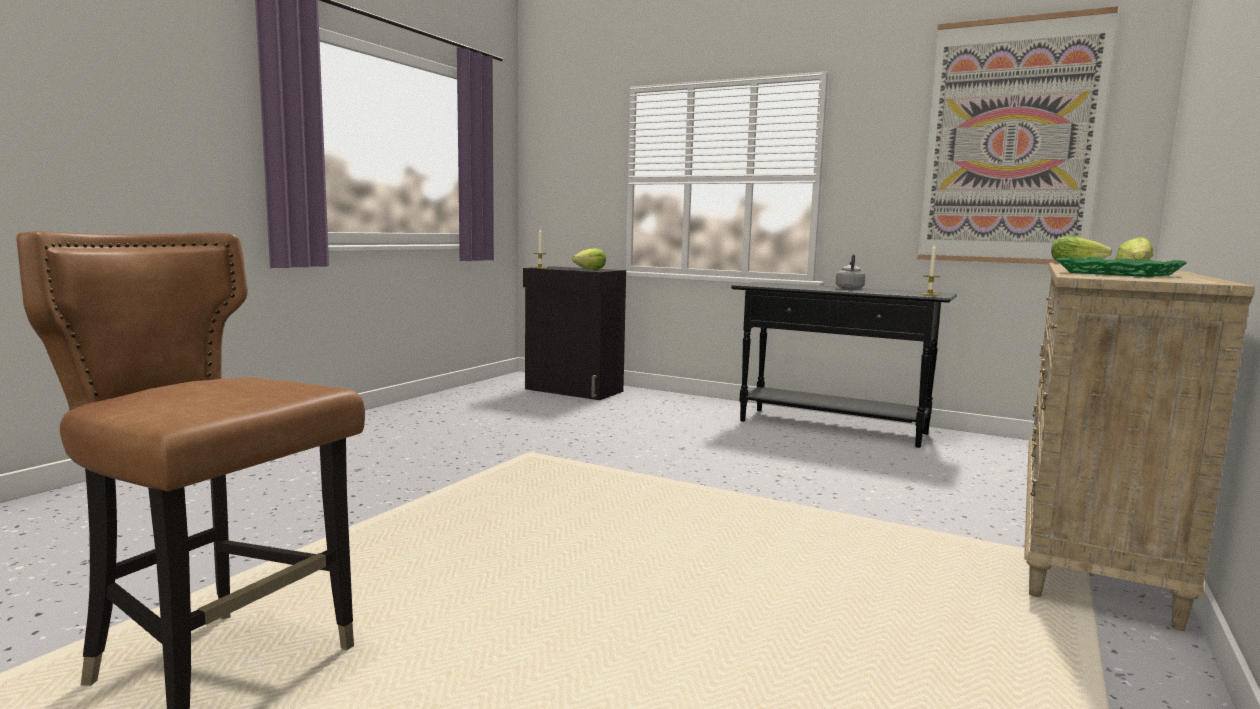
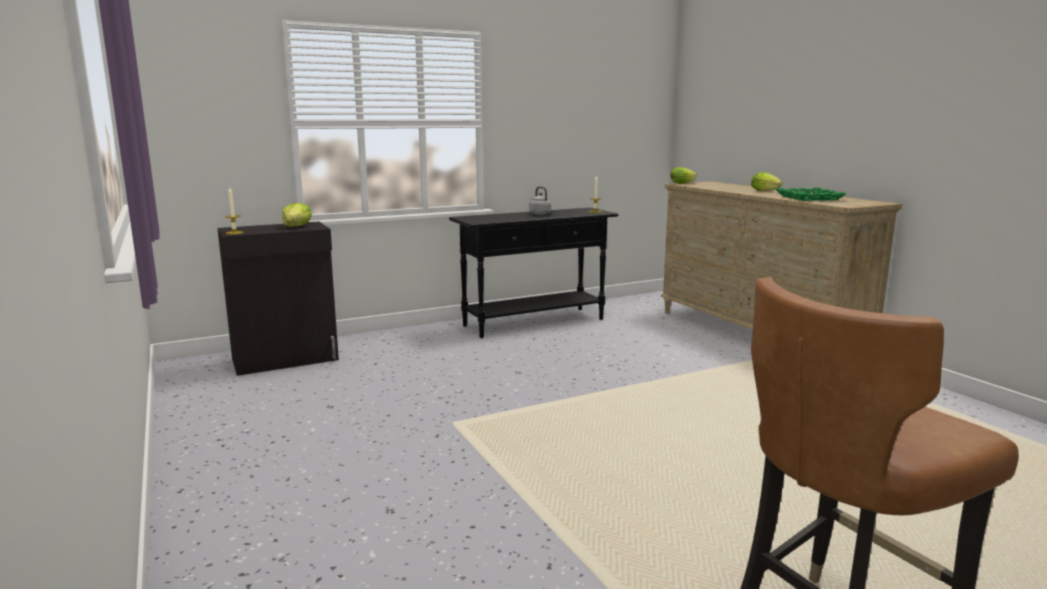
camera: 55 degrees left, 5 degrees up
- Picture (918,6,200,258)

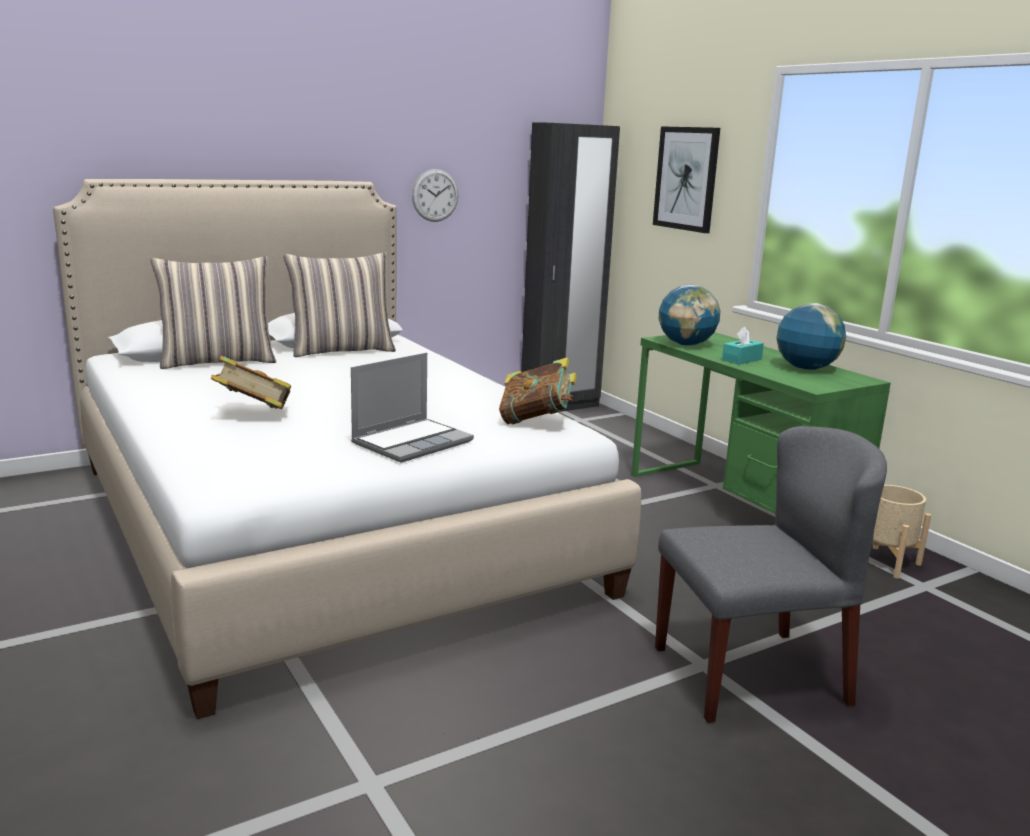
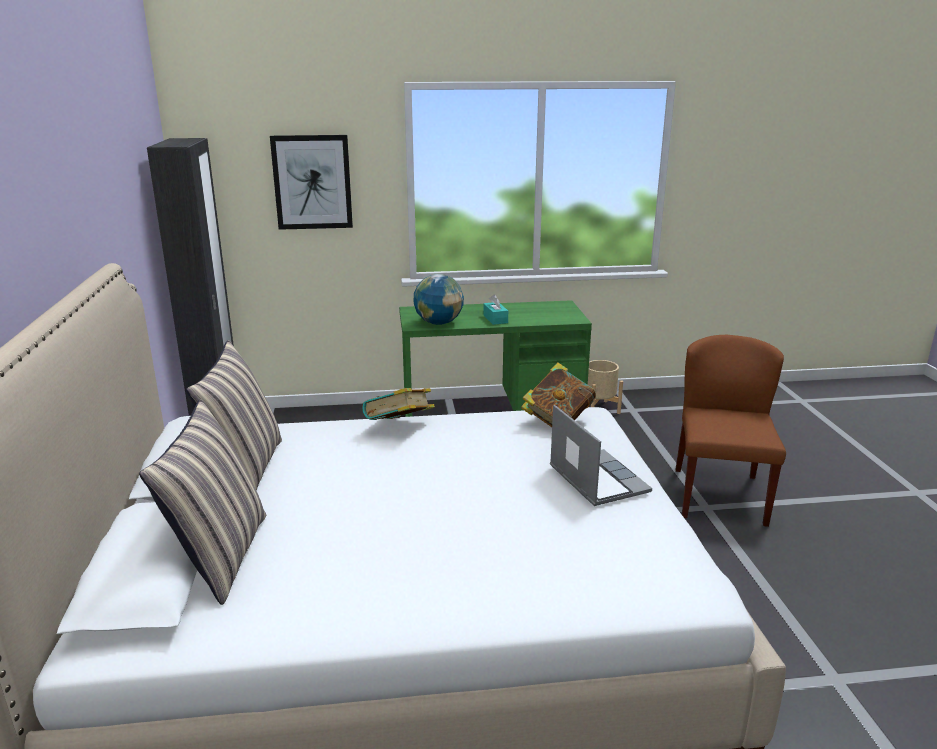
camera: 65 degrees left, 5 degrees up
- ClockOnTheWall (412,169,46,53)
- WorldGlobe (776,303,70,67)
~ Volume (211,355,80,55) to (362,388,73,32)
~ GreyishChair (655,426,232,297) to BrownishChair (675,335,111,192)

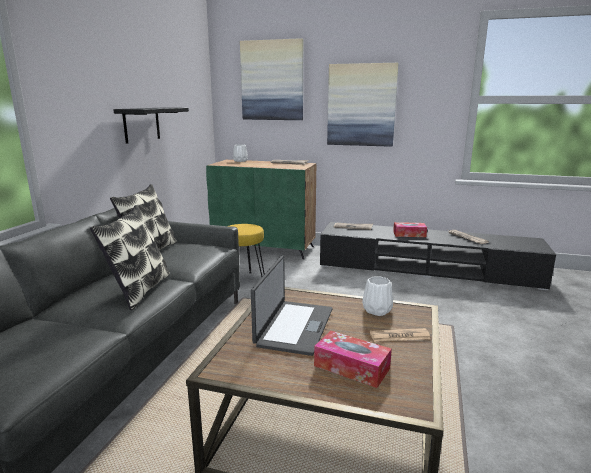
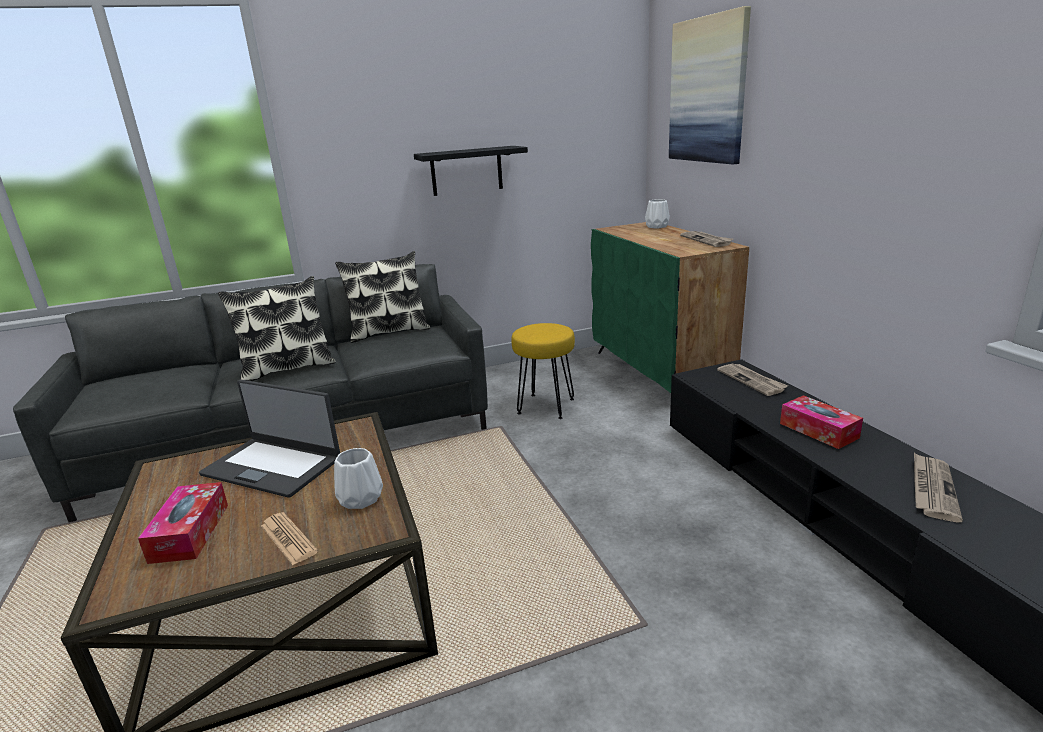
camera: 55 degrees right, 5 degrees up
- Picture (327,63,72,84)
~ Laptop (251,255,82,101) = (199,380,141,118) 45 degrees clockwise

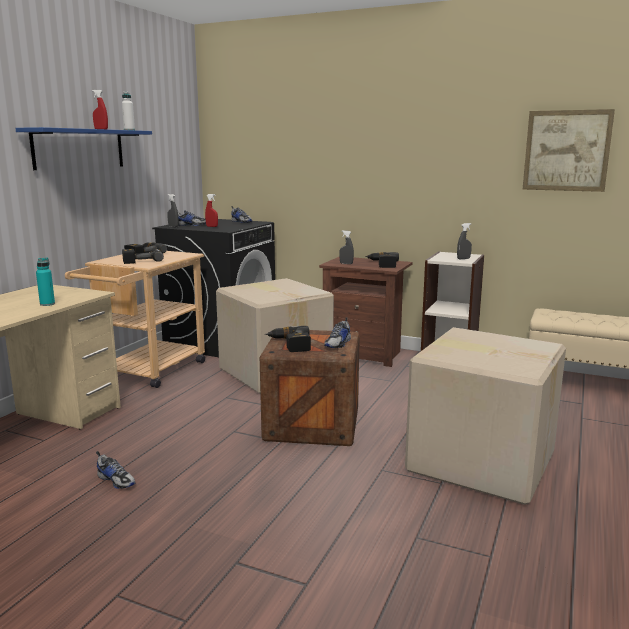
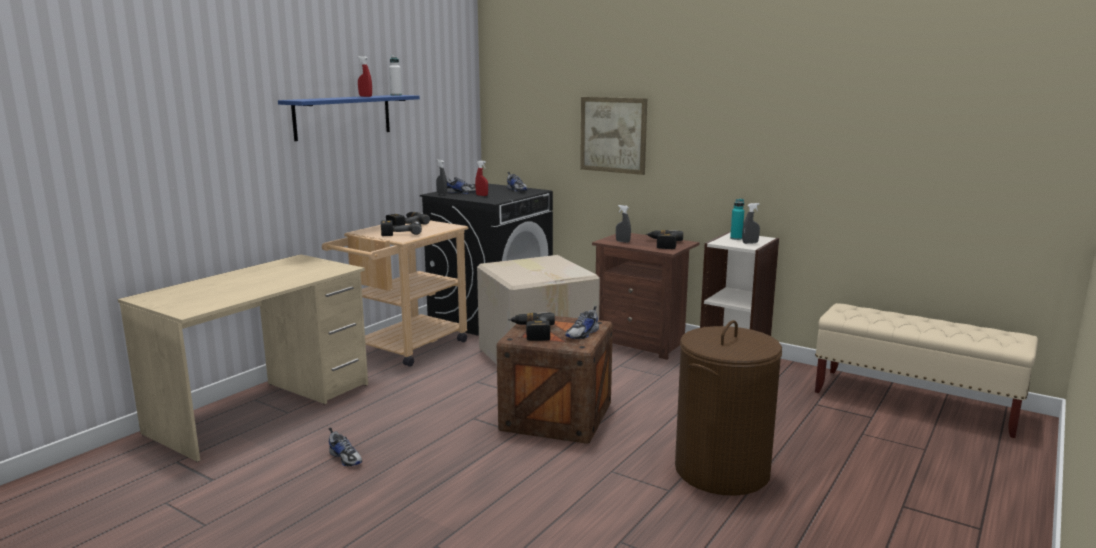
camera: 10 degrees right, 0 degrees up
~ Picture (523,109,92,83) to (580,97,67,78)
~ BlueGreenDrinkBottle (36,258,19,48) to (730,199,14,41)
~ Carton (405,327,161,178) to BrownishHamper (675,320,107,176)

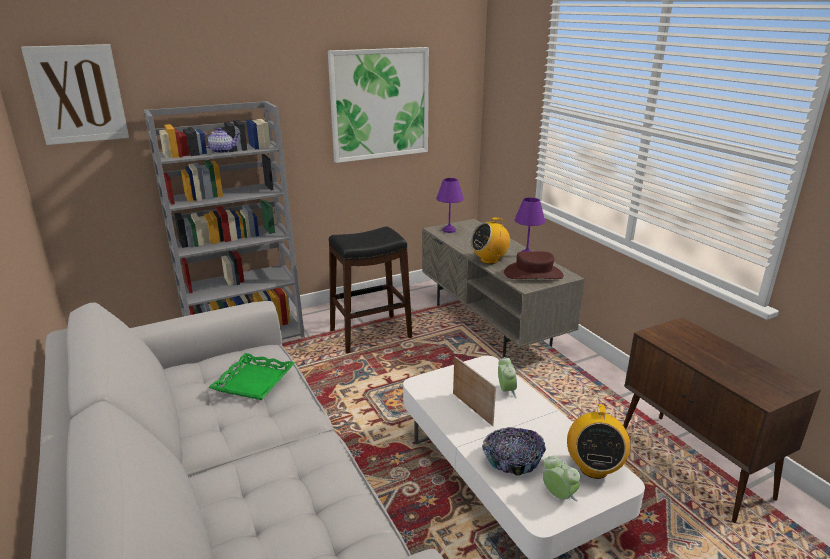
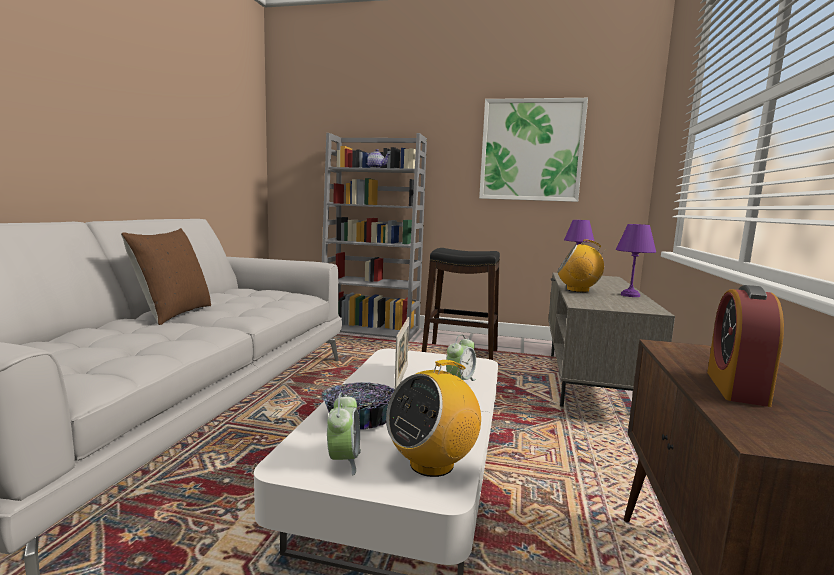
camera: 40 degrees right, 15 degrees down
- Picture (21,44,108,101)
- BrownishWearableHat (504,251,60,28)
- GreenishServingTray (208,353,88,47)
+ BrownishCushion (121,228,90,97)
+ BedsideClock (707,285,77,122)

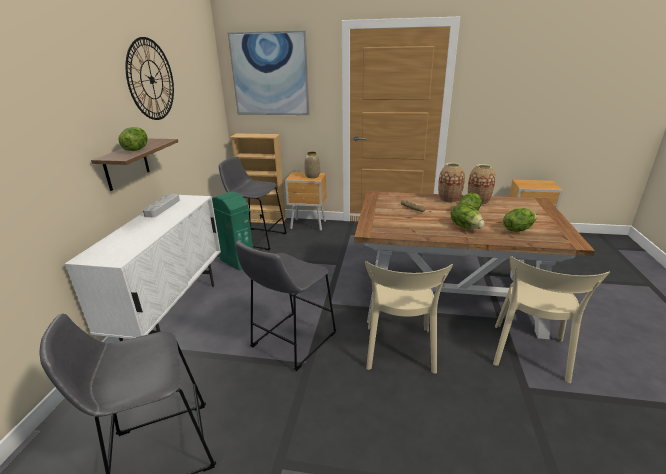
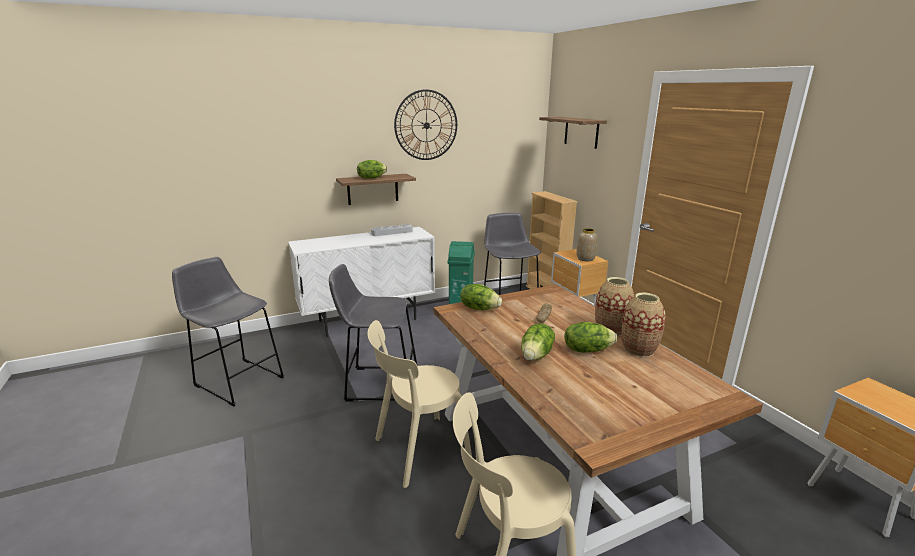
camera: 55 degrees right, 5 degrees down
~ Picture (228,31,81,84) to BracketShelf (539,117,68,32)
~ Lettuce (503,208,34,24) to (460,284,42,26)

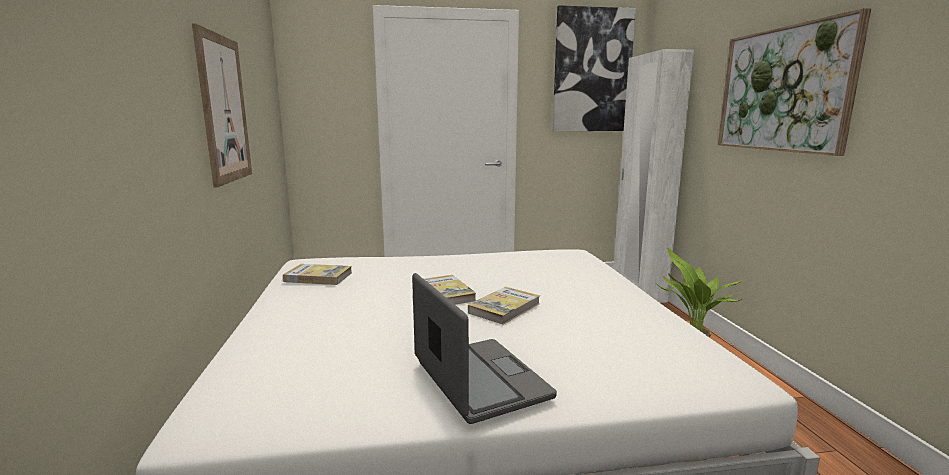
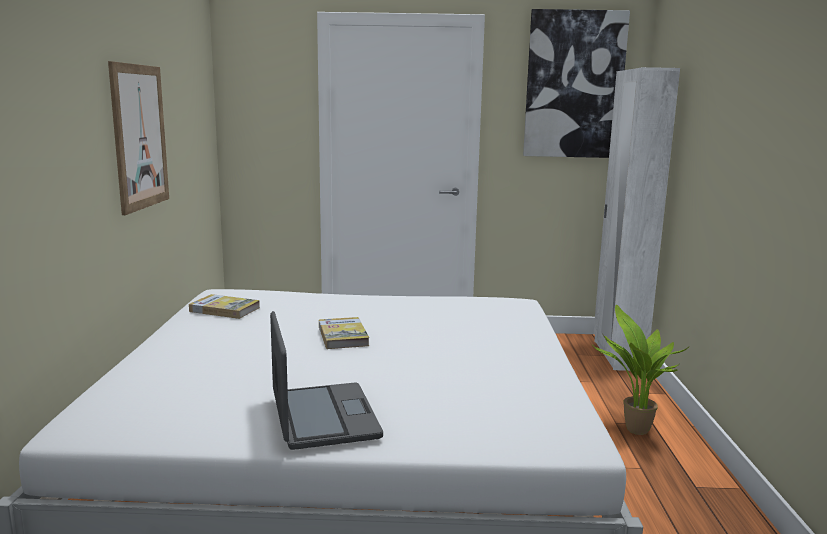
camera: 10 degrees right, 0 degrees up
- Picture (718,8,153,148)
- Volume (468,287,72,38)

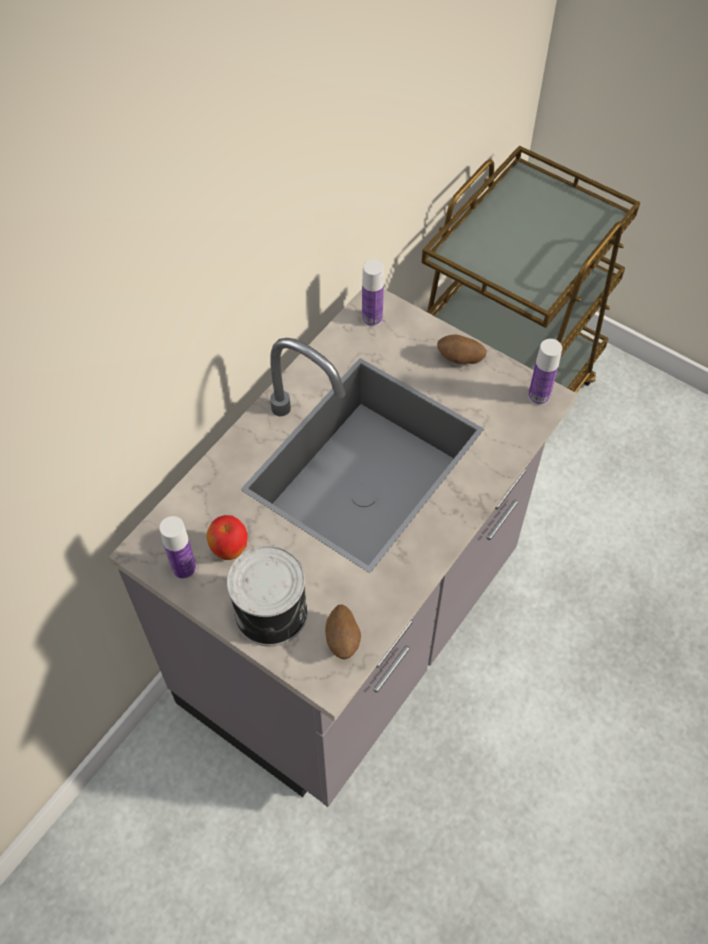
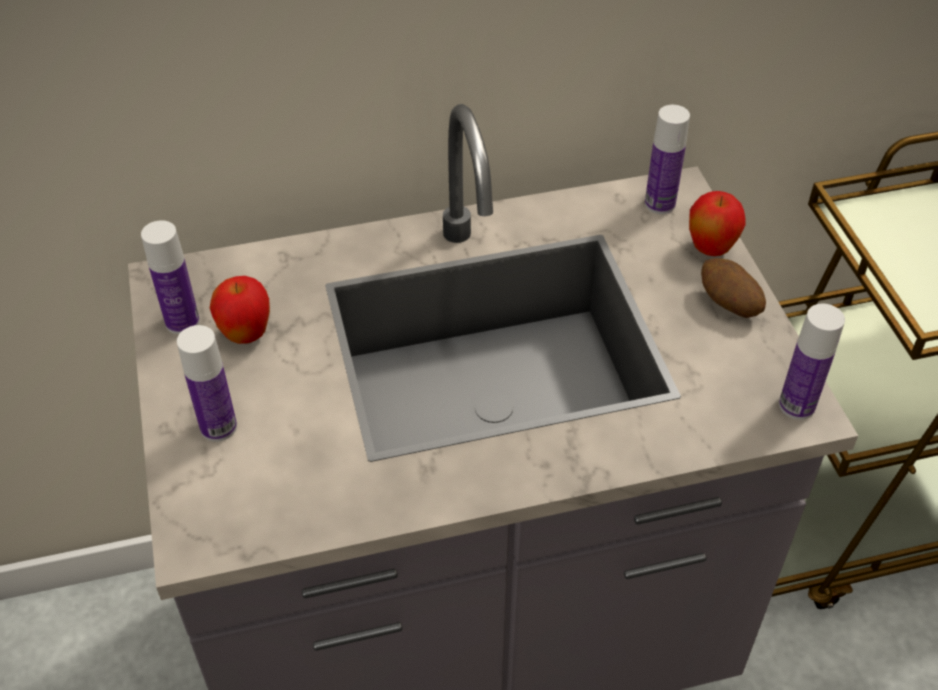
camera: 40 degrees right, 10 degrees down
~ Can (227,545,81,102) to DrinkBottle (177,325,60,117)
- Potato (325,605,36,54)
+ Apple (689,191,56,65)

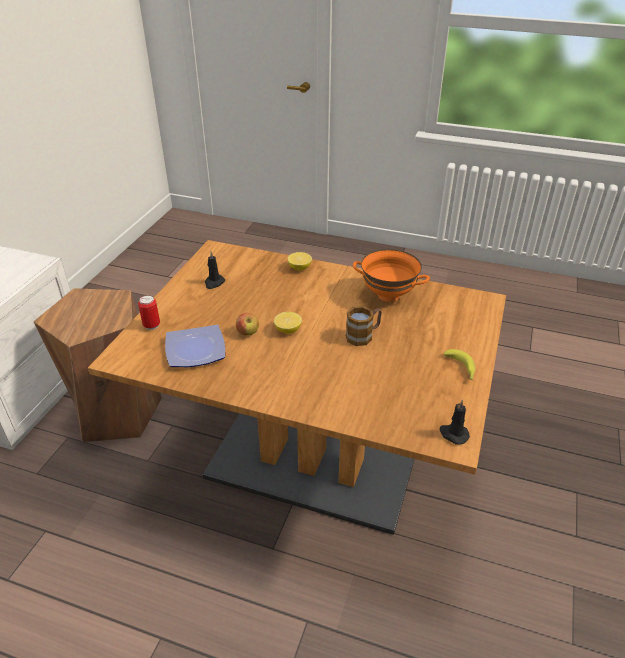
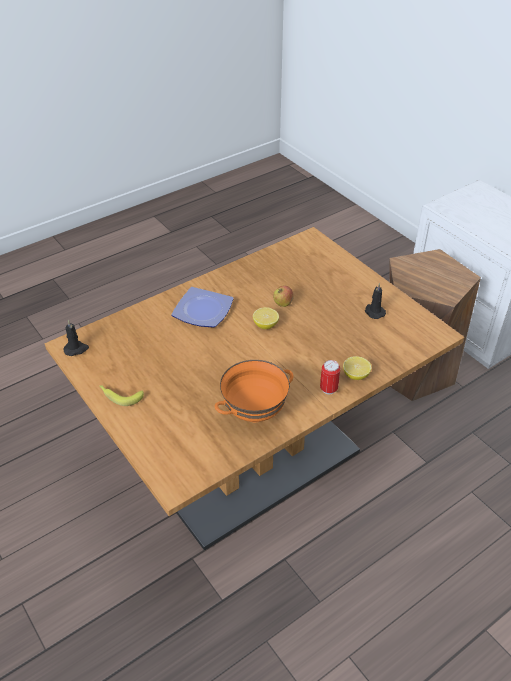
camera: 125 degrees right, 5 degrees up
~ Can (138,295,22,35) to (320,360,20,34)
- Mug (346,306,36,40)
~ Plate (165,325,60,42) to (171,287,63,41)

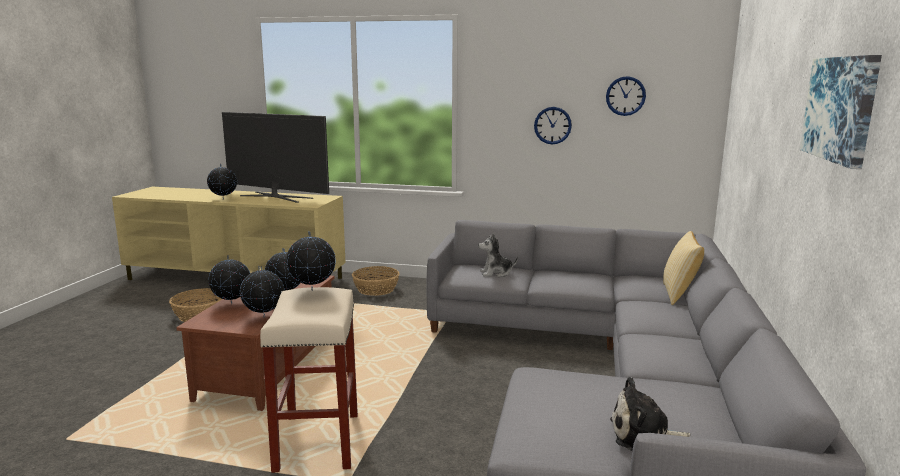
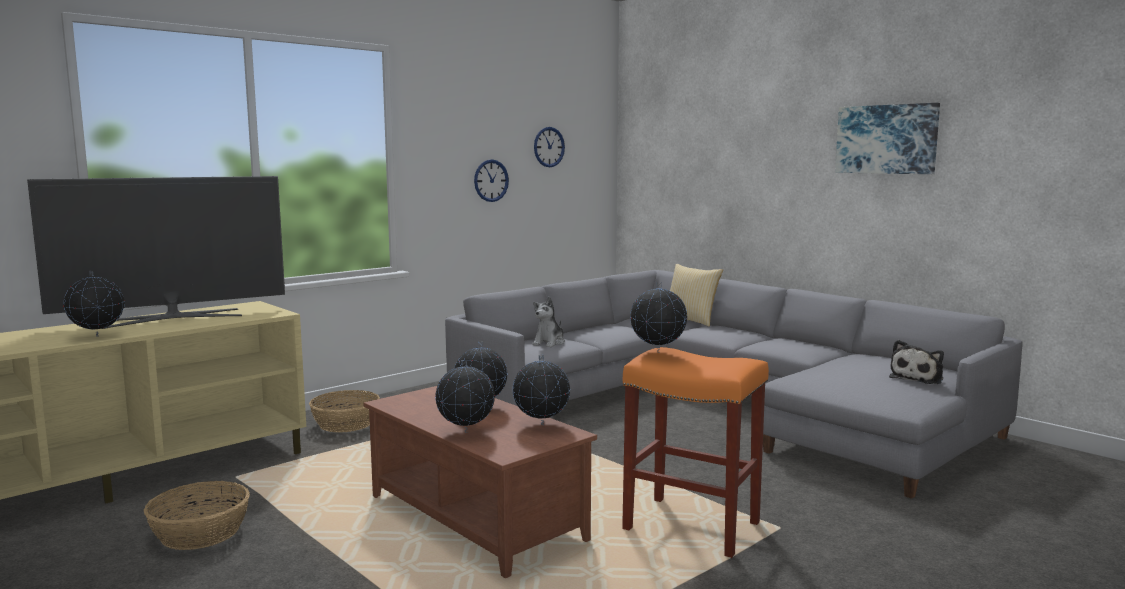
camera: 55 degrees left, 5 degrees down
~ SandColouredStool (260,287,98,186) to OrangeStool (622,347,147,211)

